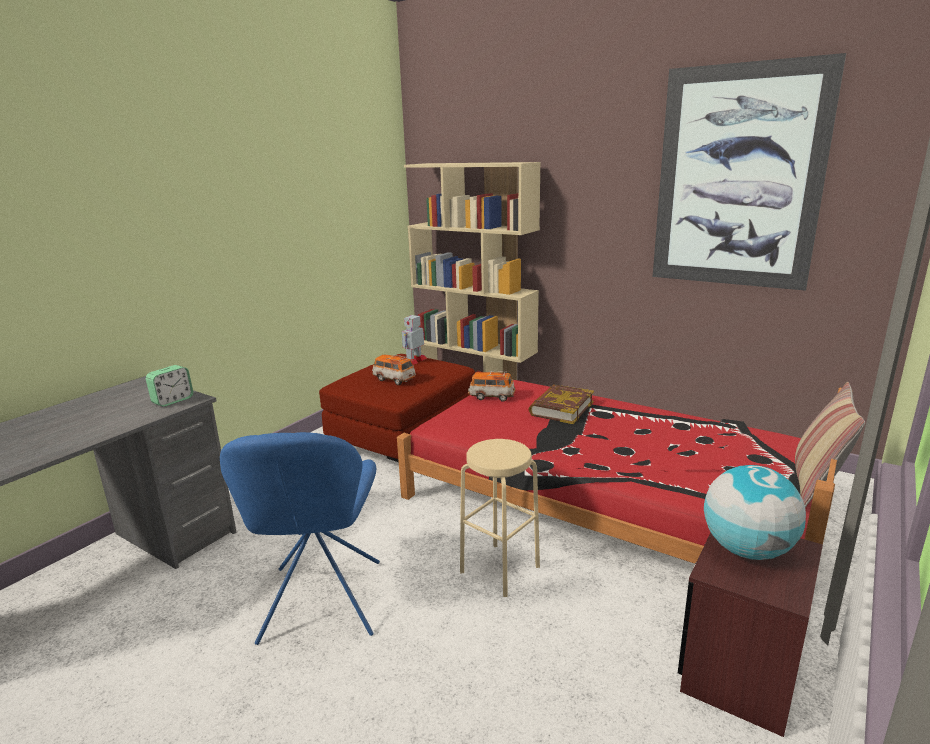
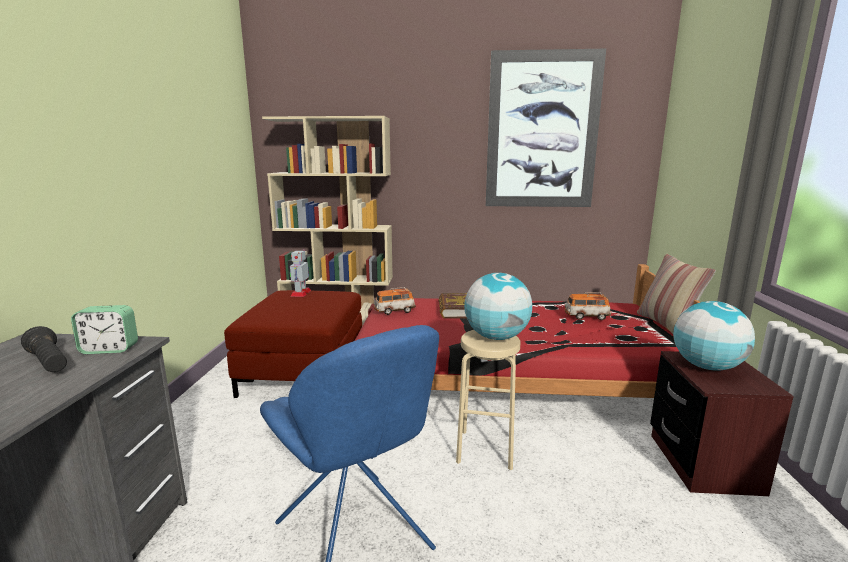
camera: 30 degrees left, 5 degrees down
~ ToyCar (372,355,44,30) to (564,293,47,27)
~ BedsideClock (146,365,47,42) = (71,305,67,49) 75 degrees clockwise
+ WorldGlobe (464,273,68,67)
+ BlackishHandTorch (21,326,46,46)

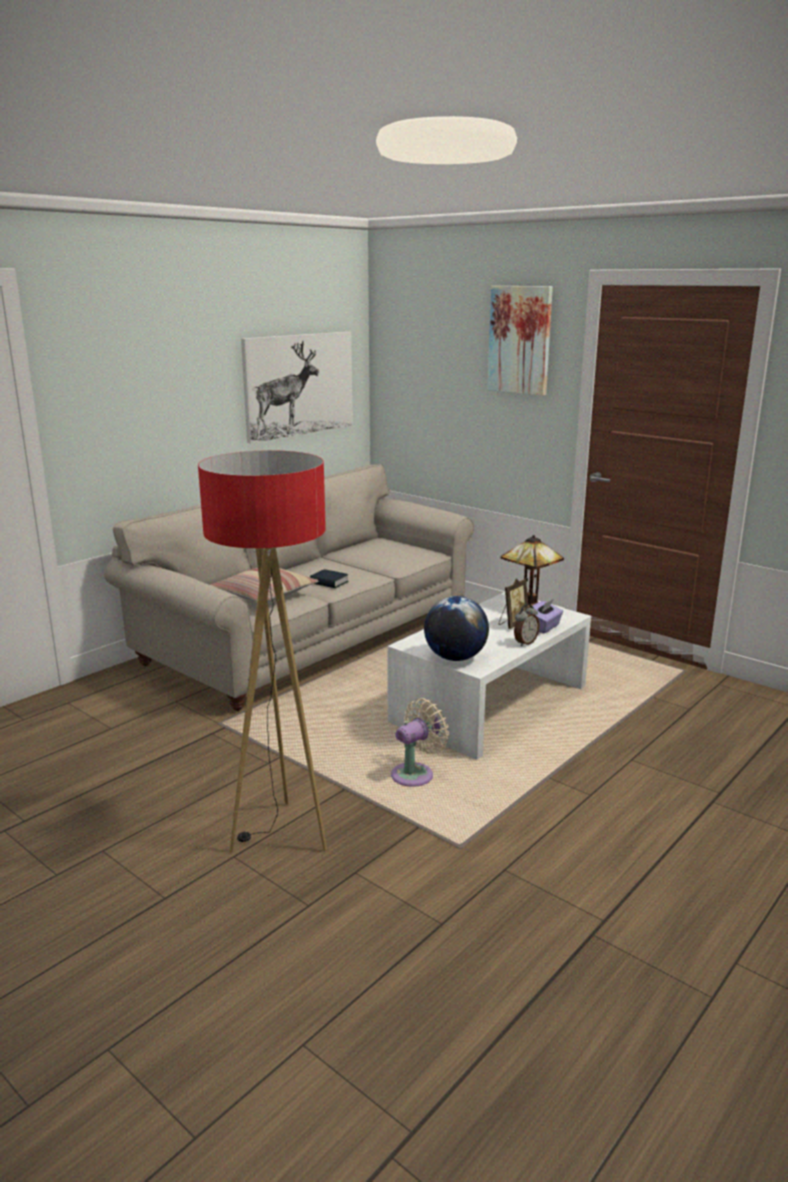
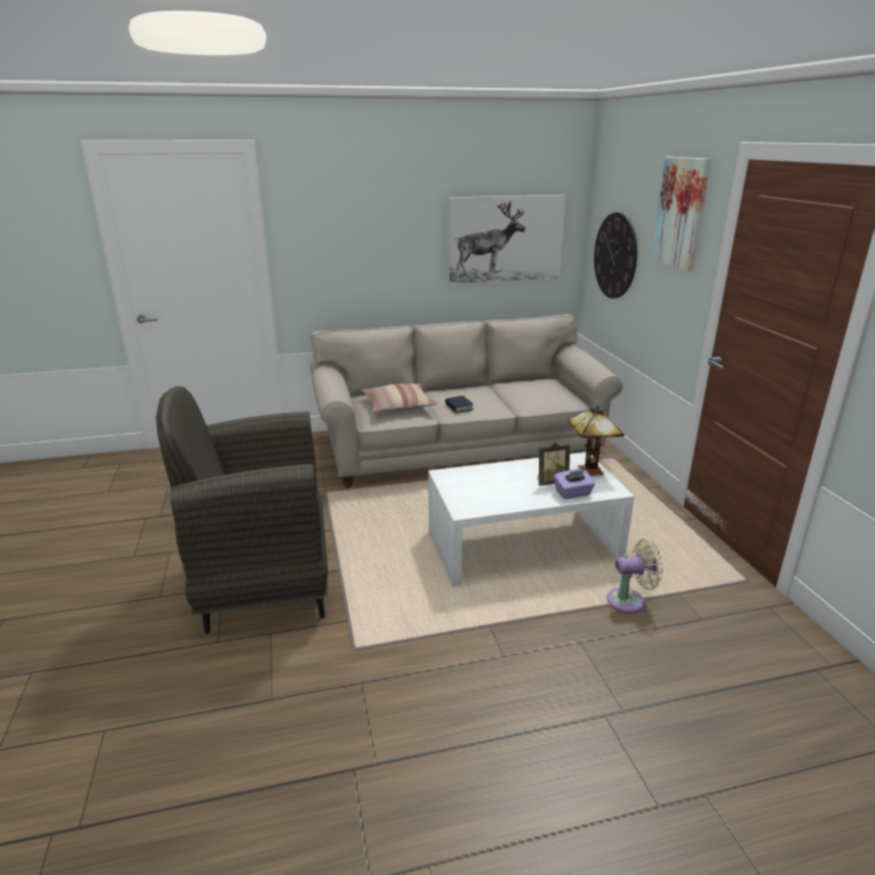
camera: 35 degrees right, 5 degrees up
~ StandingLamp (198,450,129,402) to GreyishArmchair (156,386,172,248)
- WorldGlobe (424,596,65,65)
- BedsideClock (514,604,26,42)
~ SandColouredFan (391,698,58,89) to (607,539,56,74)
+ ClockOnTheWall (594,212,43,87)

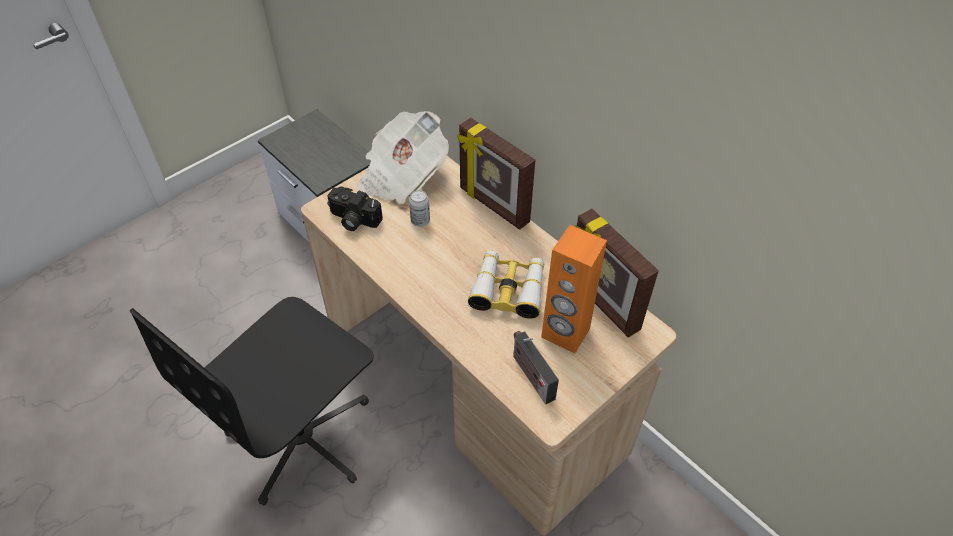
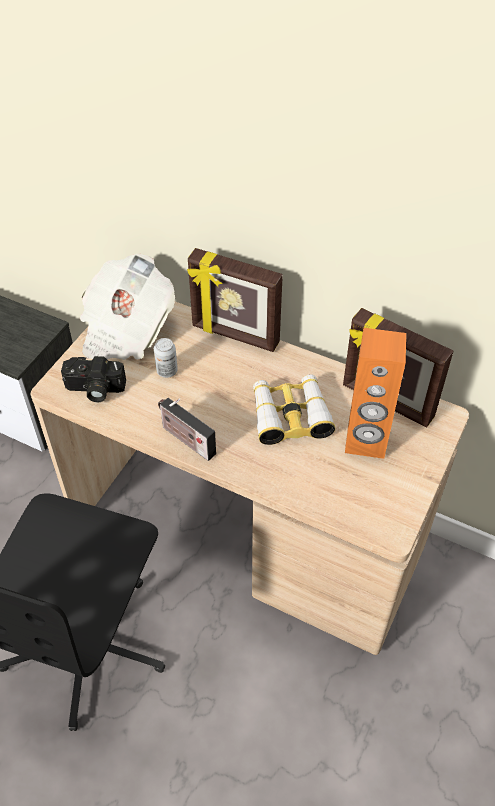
camera: 20 degrees left, 0 degrees up
~ RadioReceiver (513,331,46,73) to (158,398,58,63)

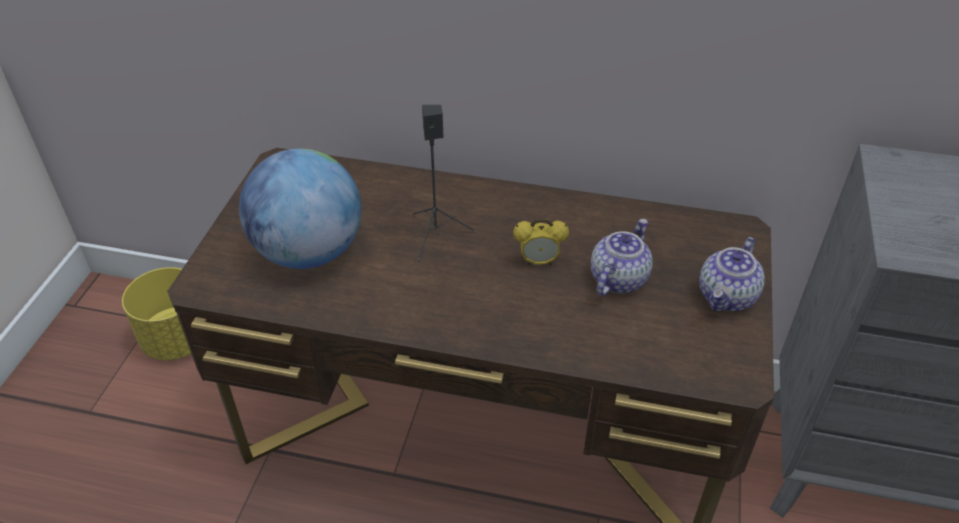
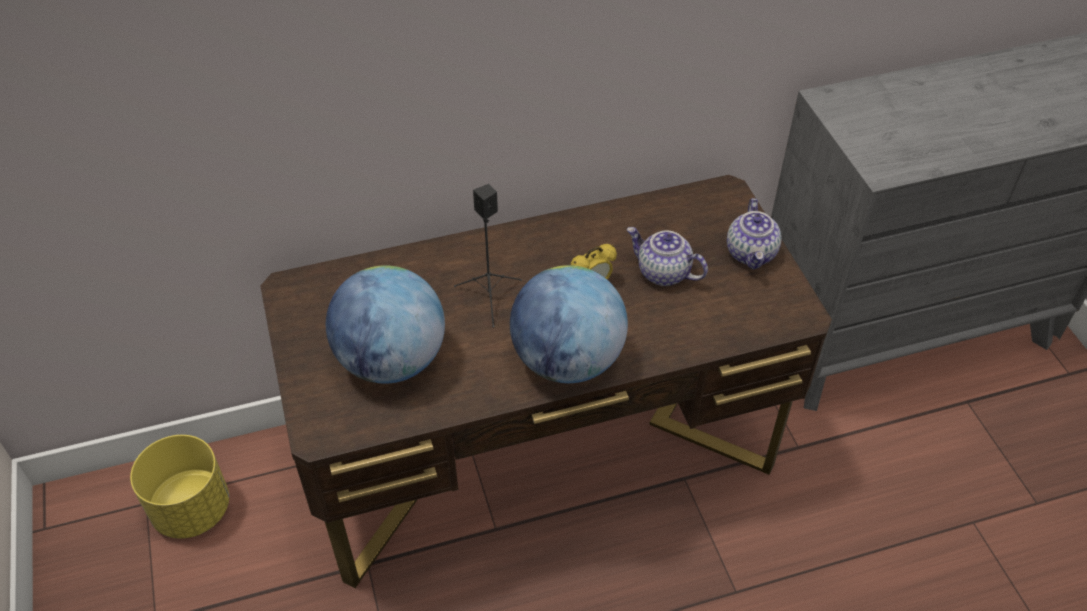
camera: 30 degrees left, 5 degrees up
~ TeaPot (591,219,62,77) = (627,227,81,59) 60 degrees counterclockwise
+ WorldGlobe (510,265,118,118)

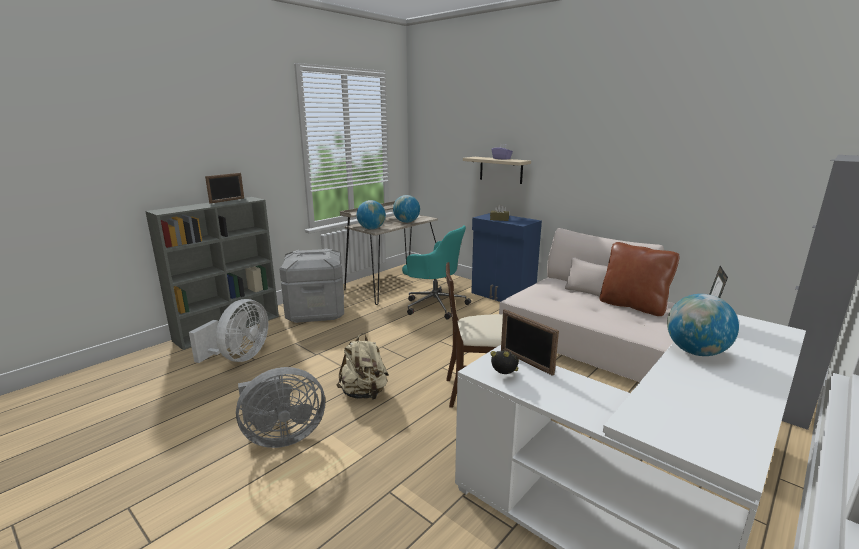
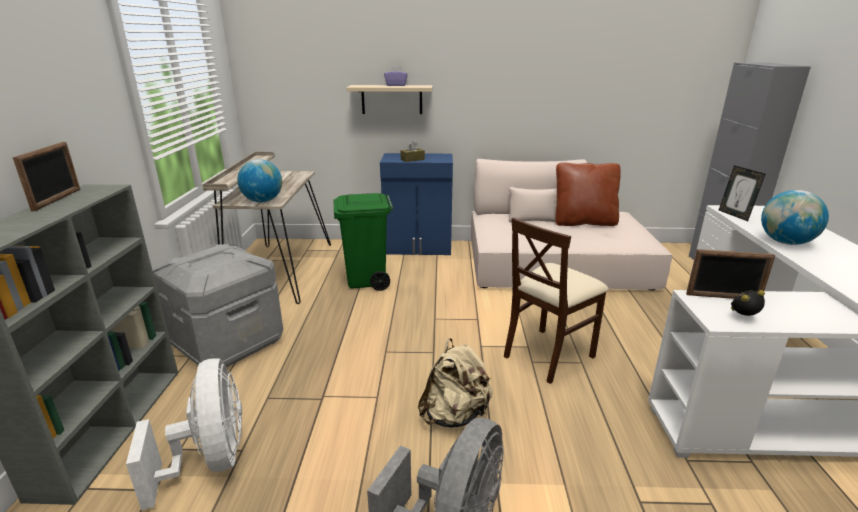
camera: 40 degrees left, 5 degrees up
- WorldGlobe (393,195,27,28)
~ BlueGreenDeskChair (402,225,69,94) to GreenishTrashCan (334,193,59,98)

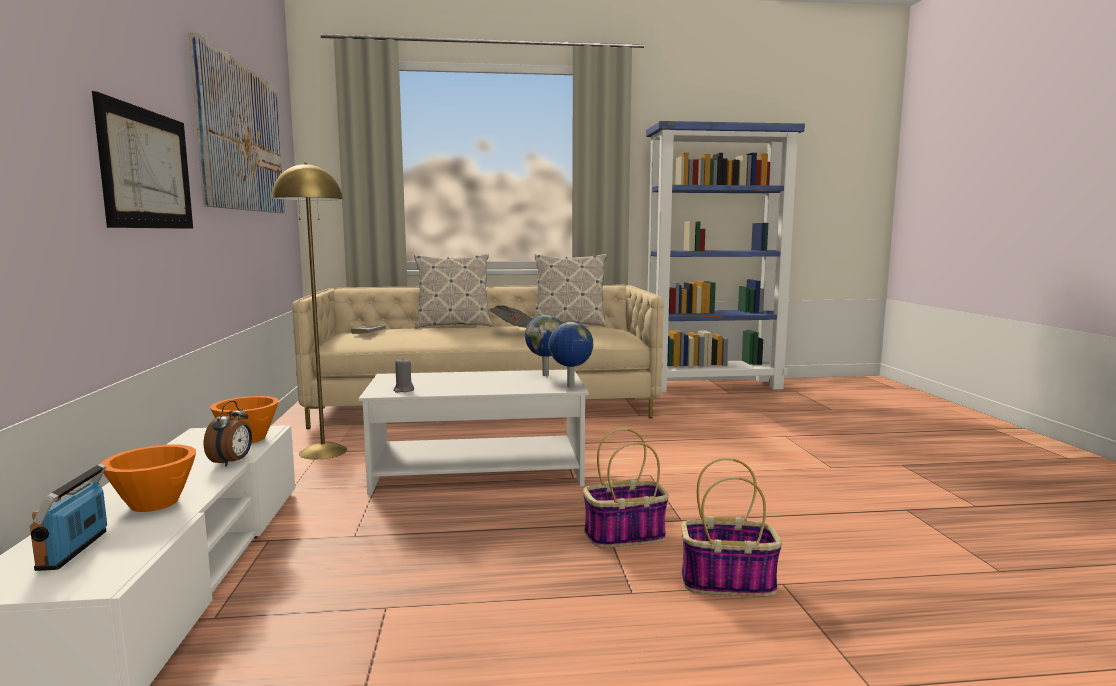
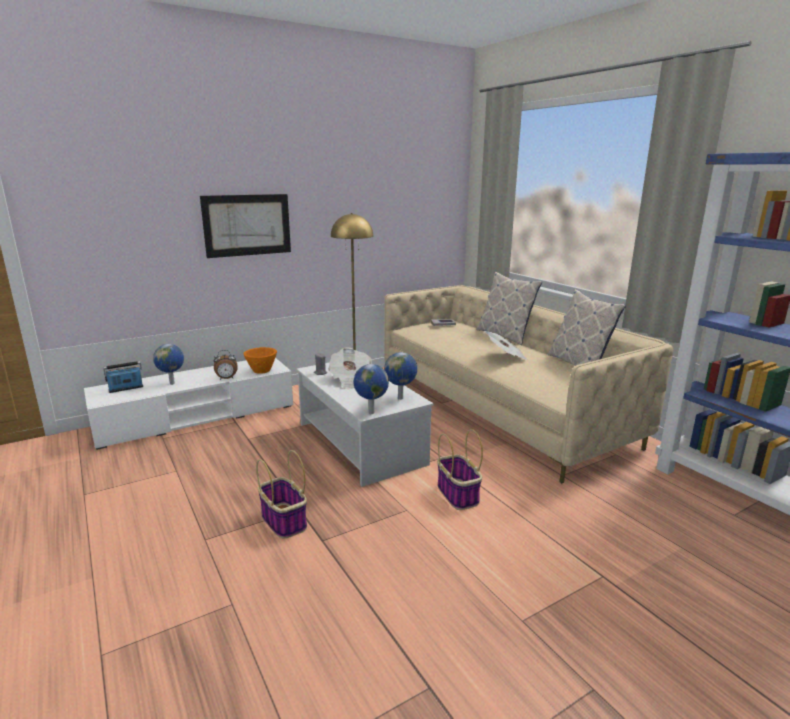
camera: 65 degrees right, 10 degrees up
- Picture (188,32,97,181)
~ OrangeBowl (101,445,95,67) to WorldGlobe (153,344,31,41)
~ StorageBasket (681,458,101,138) to (437,429,46,81)
+ Newspaper (328,348,44,41)

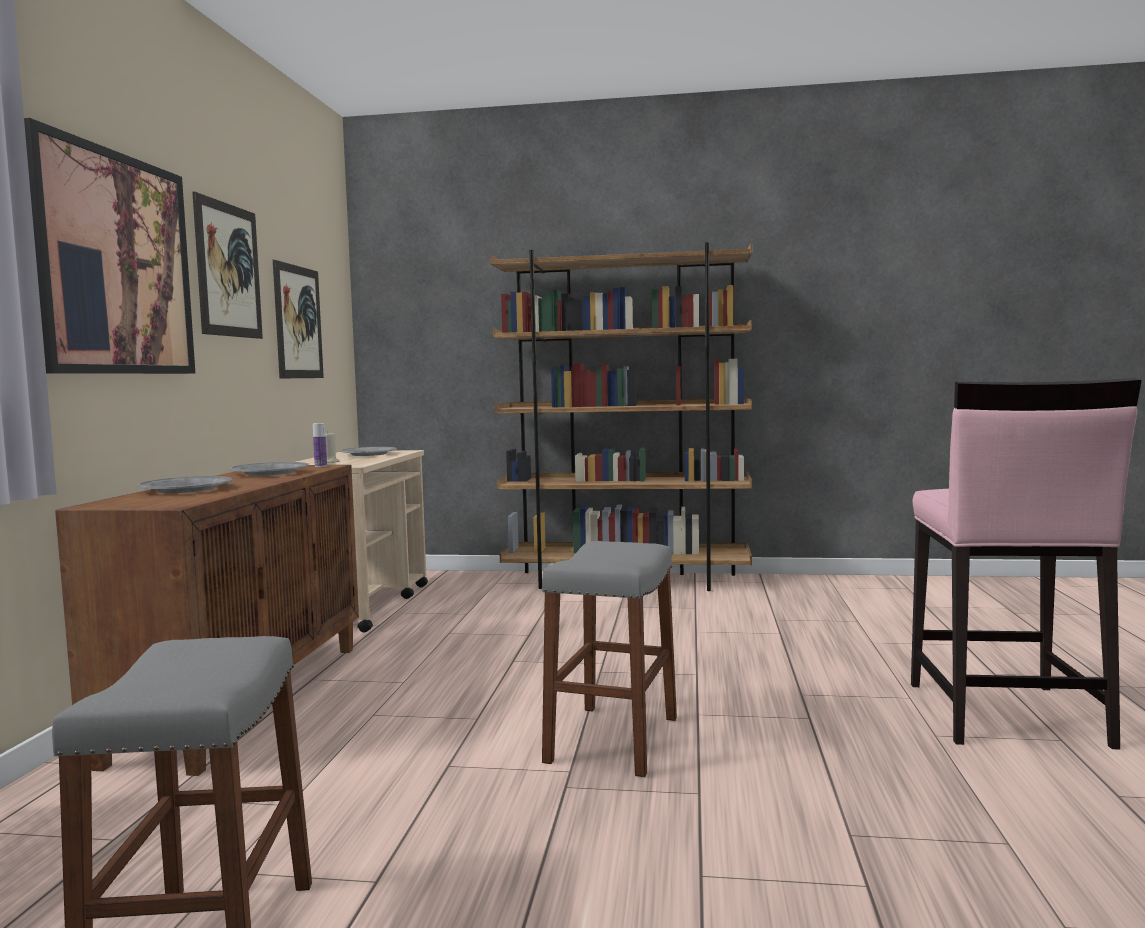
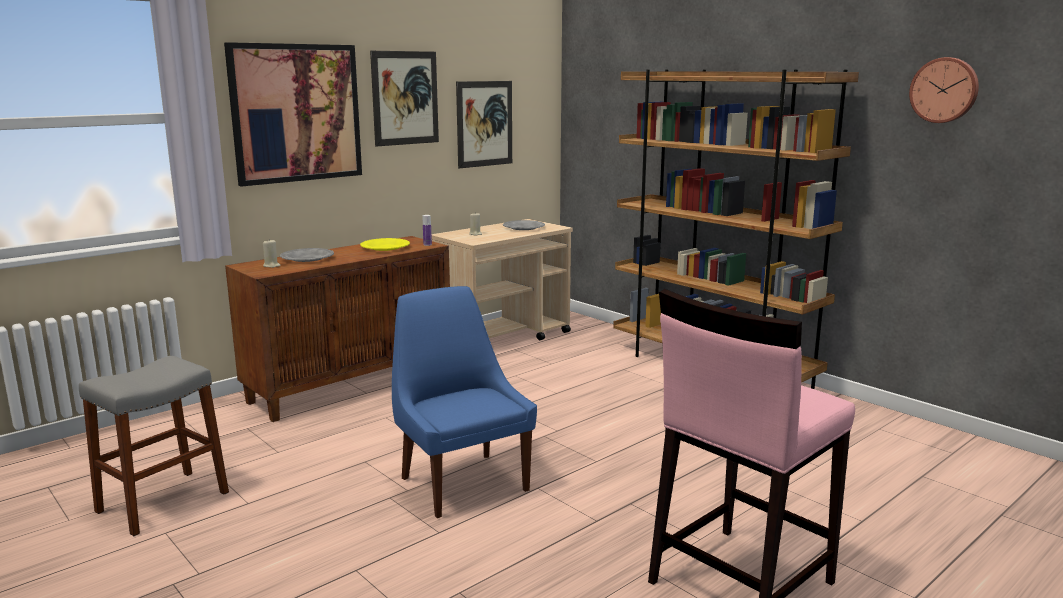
camera: 40 degrees right, 10 degrees up
~ GreyishPlate (230,462,79,14) to YellowColouredPlate (360,238,50,13)
~ GreyishStool (542,541,135,236) to BlueColouredChair (392,286,145,232)
+ ClockOnTheWall (909,57,70,66)
+ SandColouredCandle (263,239,18,29)

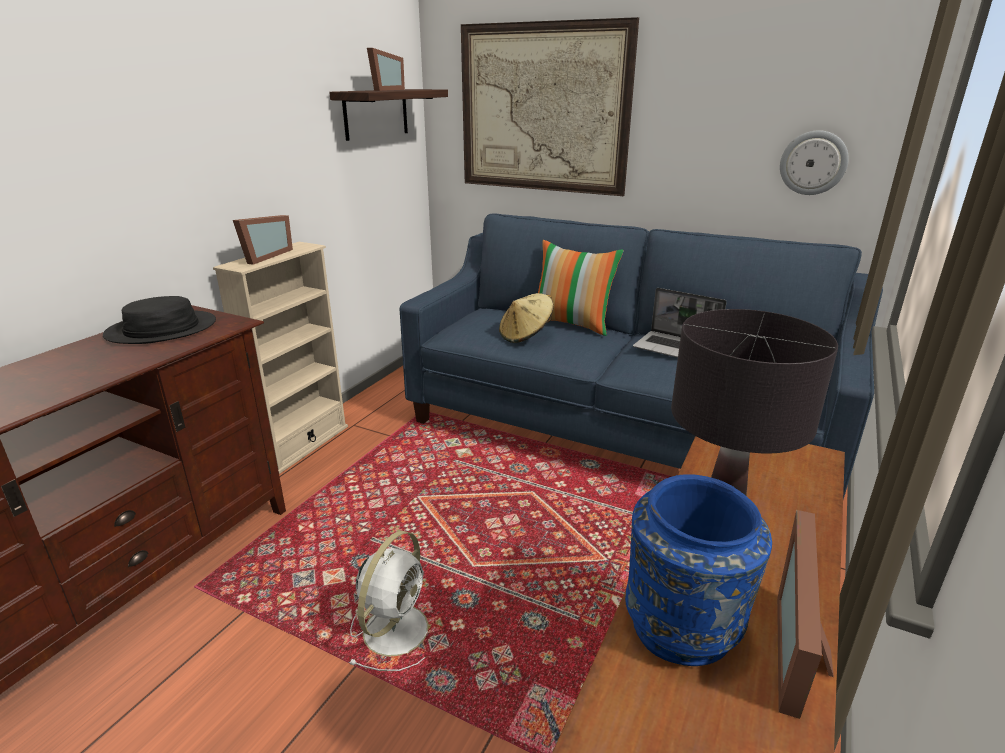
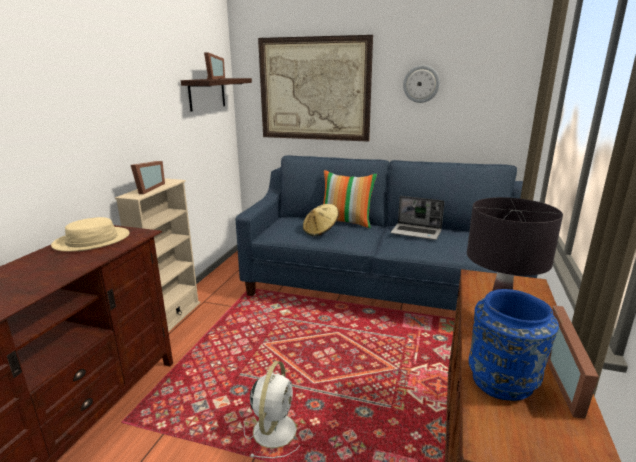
camera: 10 degrees left, 5 degrees down
~ ClockOnTheWall (780,130,69,65) to (403,65,37,38)
~ BlackishWearableHat (103,296,113,48) to SandColouredWearableHat (51,217,78,35)

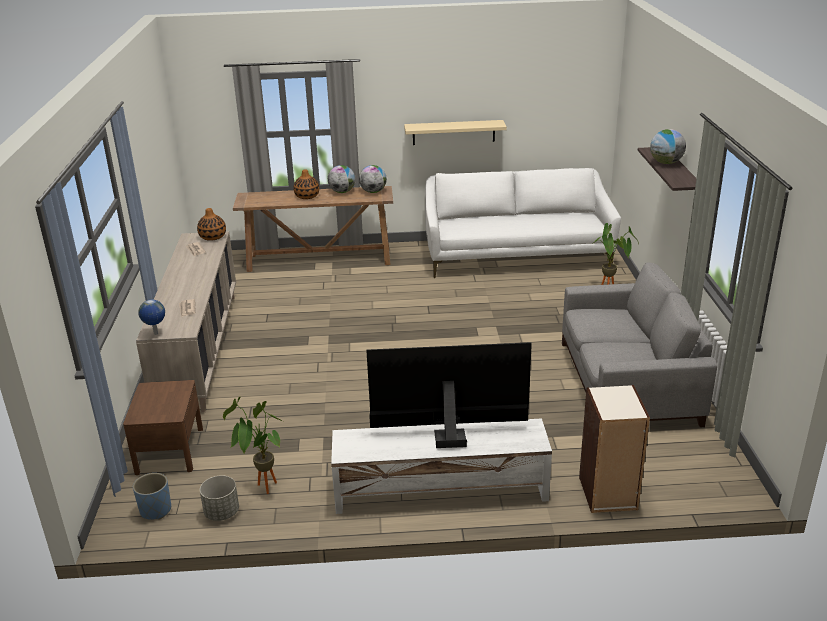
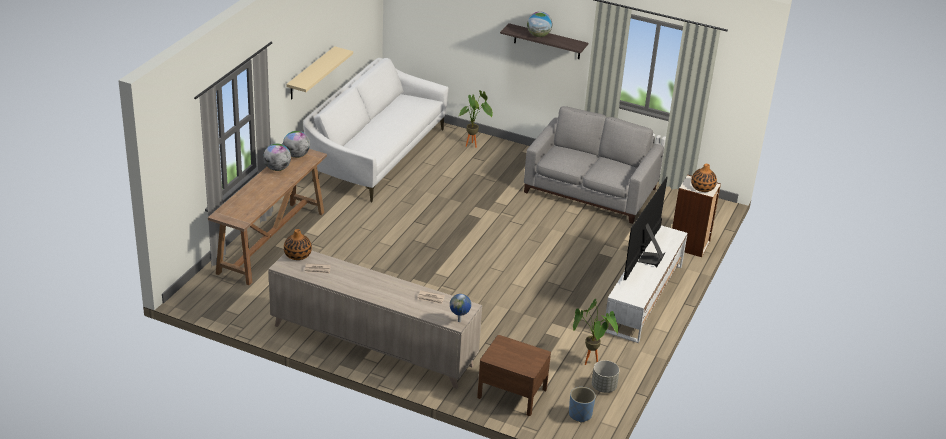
camera: 65 degrees left, 5 degrees up
~ FlowerVase (293,169,26,30) to (691,164,26,28)

